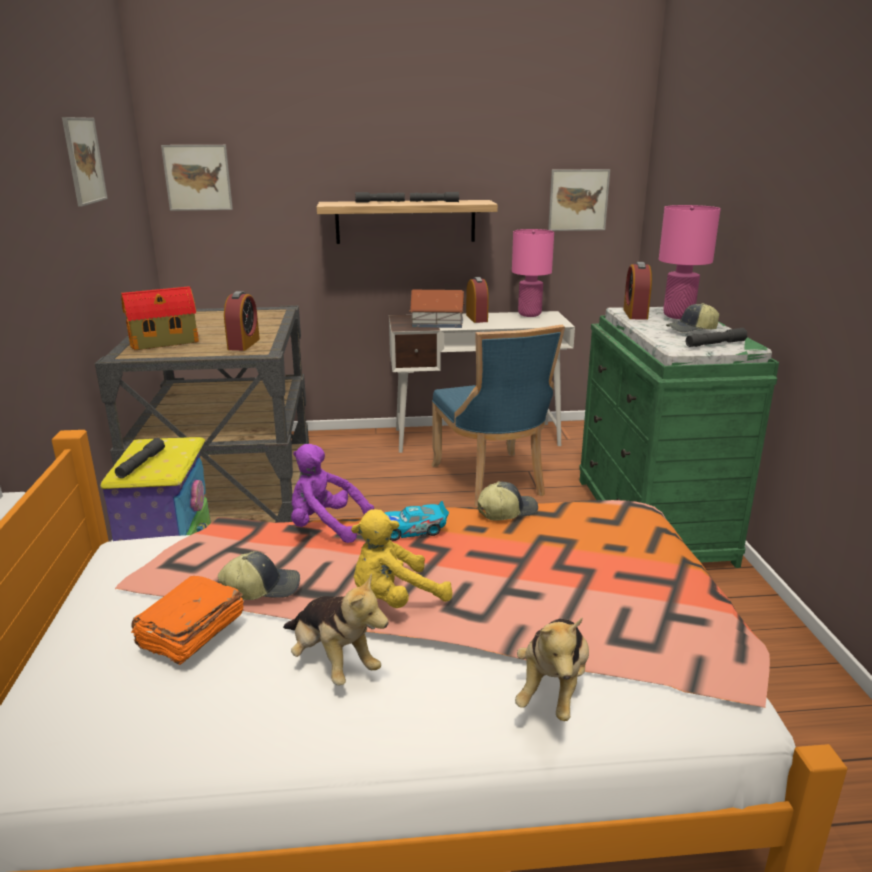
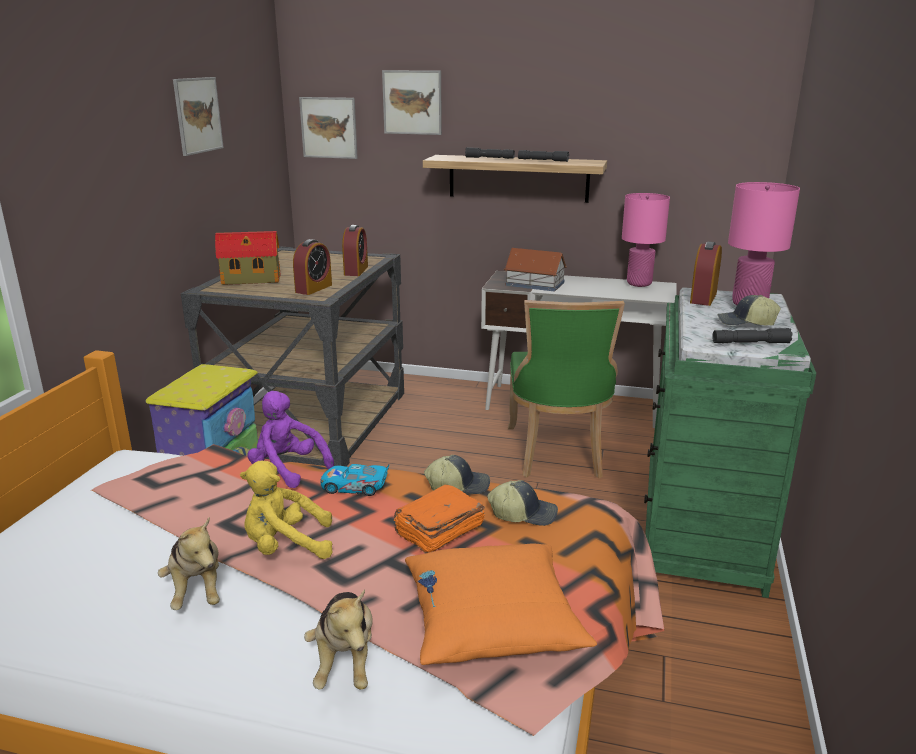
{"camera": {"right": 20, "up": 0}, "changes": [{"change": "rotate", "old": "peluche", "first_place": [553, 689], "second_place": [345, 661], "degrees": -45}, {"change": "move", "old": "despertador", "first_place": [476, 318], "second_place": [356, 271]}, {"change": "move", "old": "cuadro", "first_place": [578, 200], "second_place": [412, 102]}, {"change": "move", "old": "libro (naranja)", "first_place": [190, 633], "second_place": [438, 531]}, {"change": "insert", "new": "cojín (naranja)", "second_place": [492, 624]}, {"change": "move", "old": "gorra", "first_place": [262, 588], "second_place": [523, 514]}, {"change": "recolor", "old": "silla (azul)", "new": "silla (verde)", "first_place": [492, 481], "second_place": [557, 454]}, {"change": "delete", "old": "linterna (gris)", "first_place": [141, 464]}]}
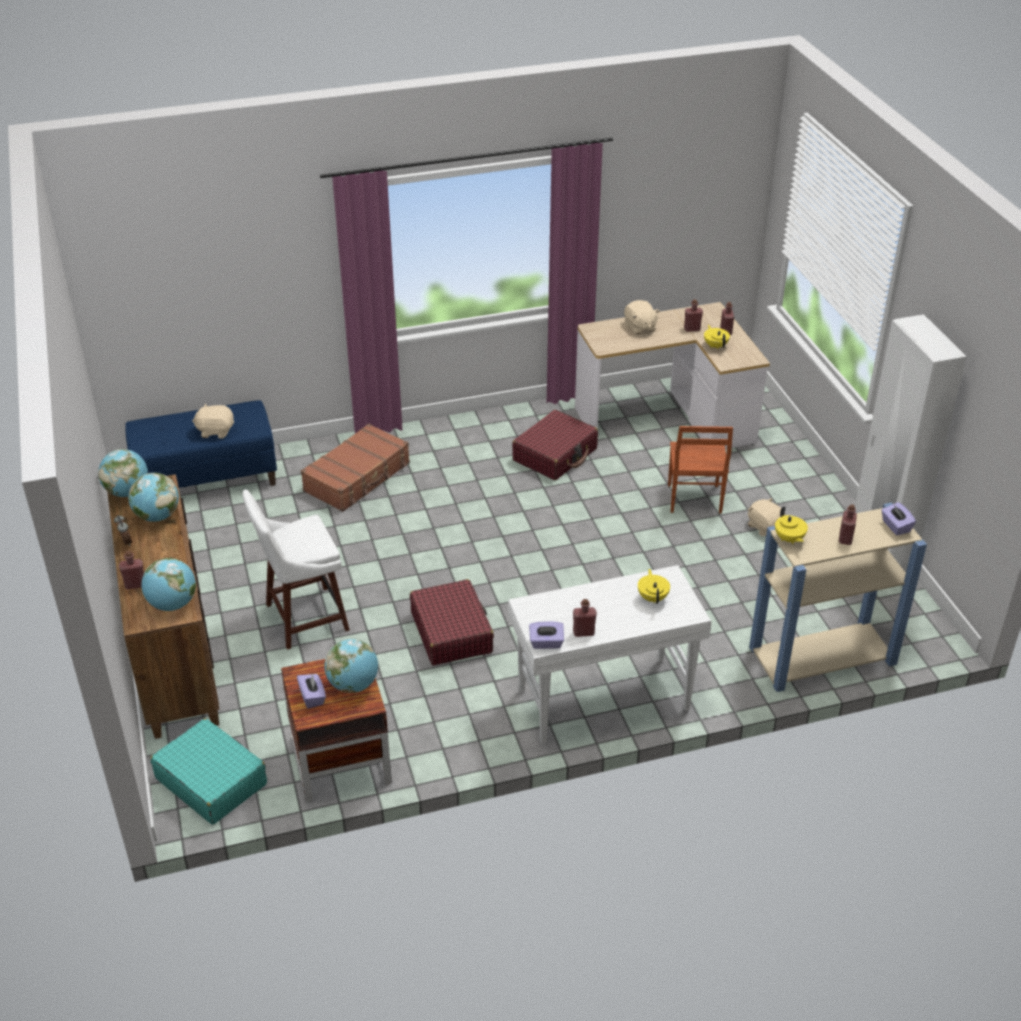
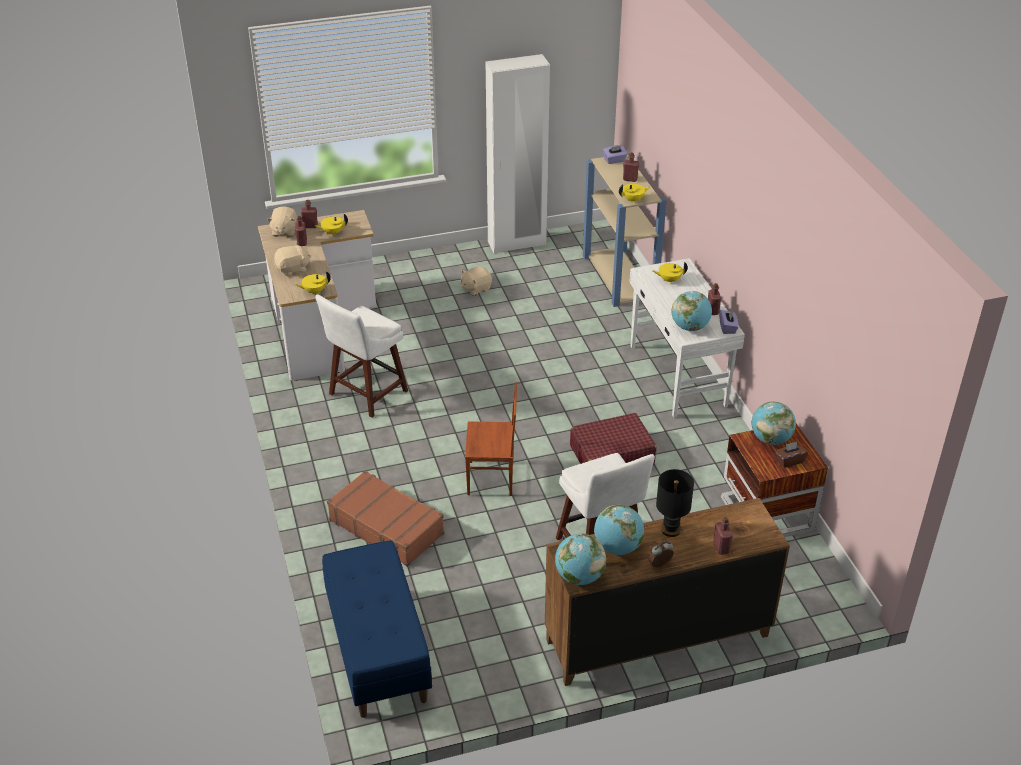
{"camera": {"right": -90, "up": 0}, "changes": [{"change": "move", "old": "peluche (beis)", "first_place": [216, 431], "second_place": [284, 231]}, {"change": "insert", "new": "tetera (amarillo)", "second_place": [314, 291]}, {"change": "replace", "old": "maleta (rojo)", "new": "silla (blanco)", "first_place": [555, 455], "second_place": [365, 394]}, {"change": "move", "old": "silla (marrón)", "first_place": [693, 499], "second_place": [491, 479]}, {"change": "insert", "new": "lámpara de mesa (negro)", "second_place": [671, 530]}, {"change": "move", "old": "globo terráqueo", "first_place": [172, 604], "second_place": [690, 327]}, {"change": "recolor", "old": "caja de pañuelos (morado)", "new": "caja de pañuelos (marrón)", "first_place": [312, 697], "second_place": [789, 461]}, {"change": "delete", "old": "maleta (turquesa)", "first_place": [211, 781]}]}
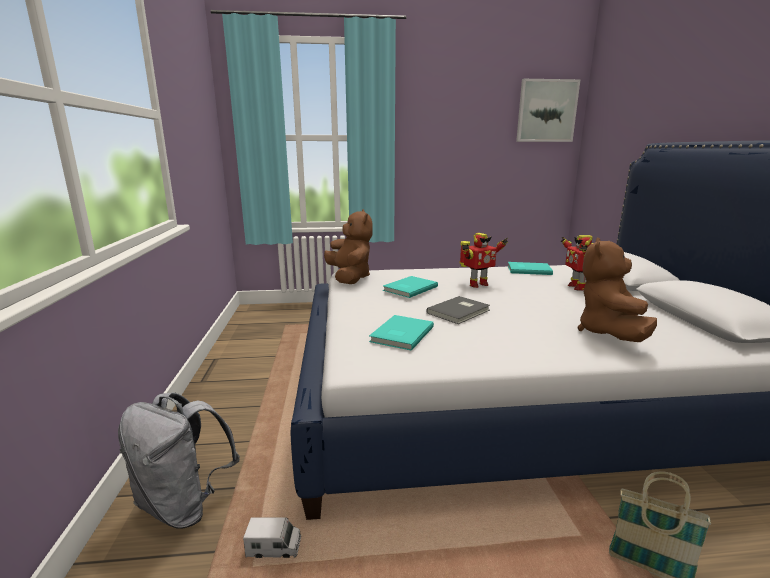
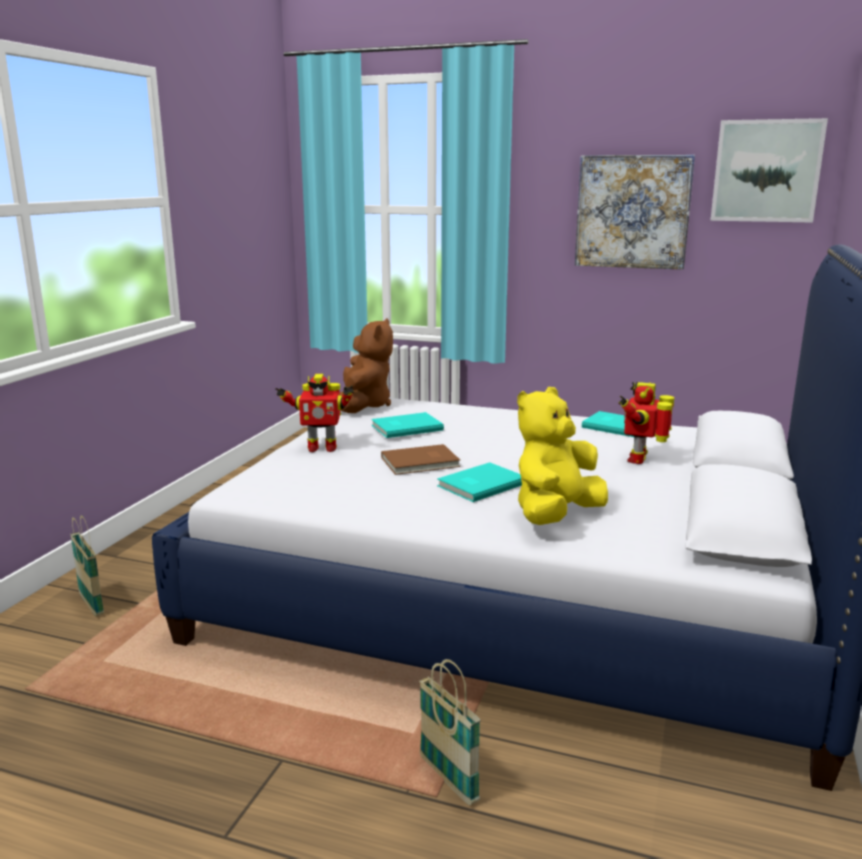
{"camera": {"right": 25, "up": 0}, "changes": [{"change": "replace", "old": "mochila (gris)", "new": "cesta", "first_place": [185, 504], "second_place": [91, 604]}, {"change": "move", "old": "robot de juguete", "first_place": [477, 284], "second_place": [321, 448]}, {"change": "recolor", "old": "libro (gris)", "new": "libro (marrón)", "first_place": [460, 312], "second_place": [421, 462]}, {"change": "move", "old": "libro (turquesa)", "first_place": [400, 334], "second_place": [479, 484]}, {"change": "recolor", "old": "peluche (marrón)", "new": "peluche (amarillo)", "first_place": [609, 333], "second_place": [556, 515]}, {"change": "insert", "new": "cuadro", "second_place": [632, 212]}, {"change": "delete", "old": "camión de juguete", "first_place": [274, 548]}]}
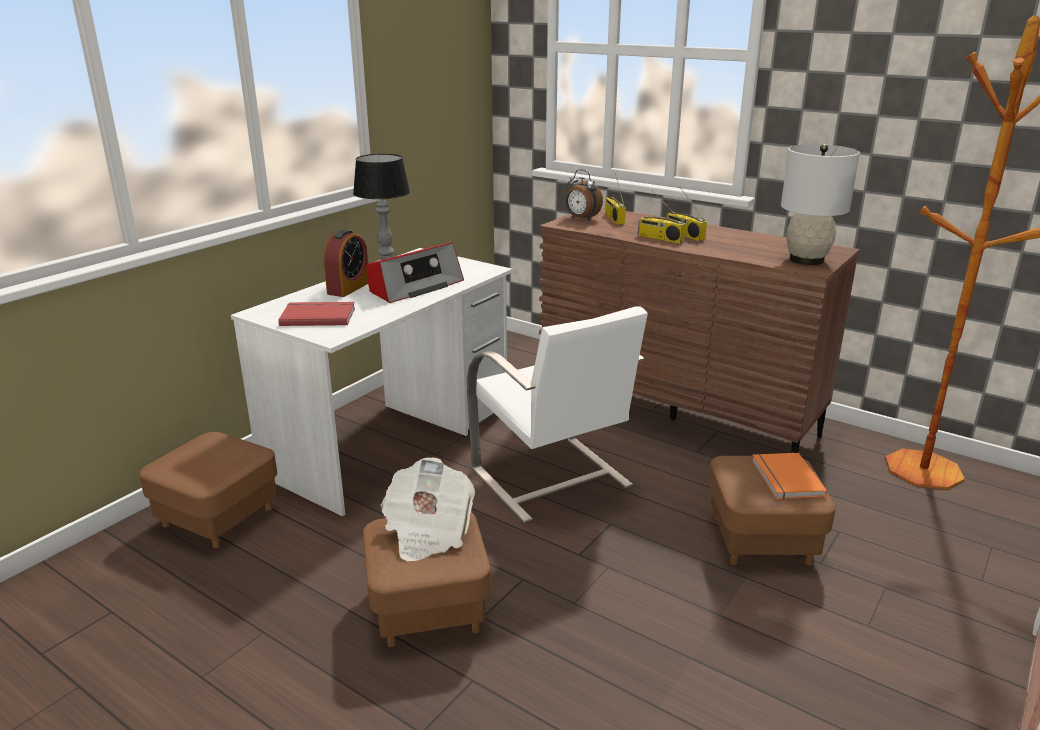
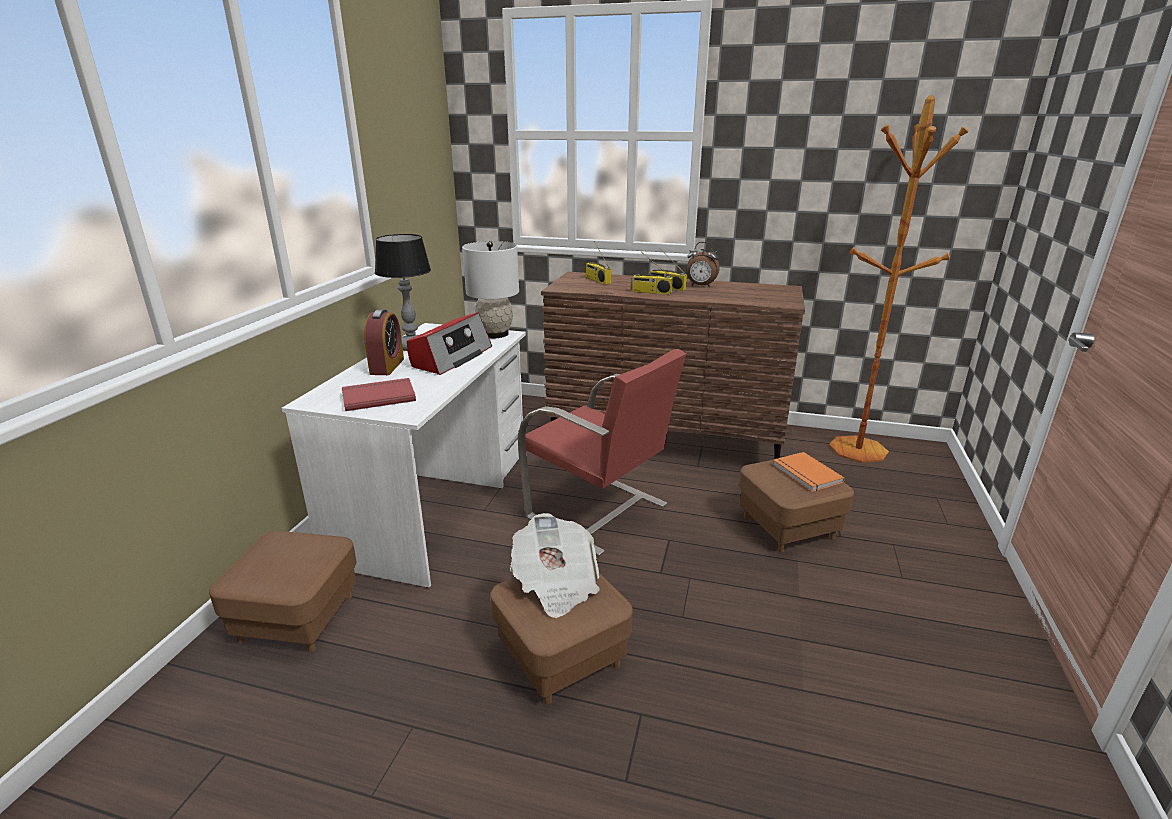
{"camera": {"right": -20, "up": 0}, "changes": [{"change": "move", "old": "lámpara de mesa (blanco)", "first_place": [806, 260], "second_place": [495, 334]}, {"change": "recolor", "old": "silla (blanco)", "new": "silla (rojo)", "first_place": [552, 479], "second_place": [599, 512]}, {"change": "move", "old": "despertador", "first_place": [581, 218], "second_place": [700, 286]}]}
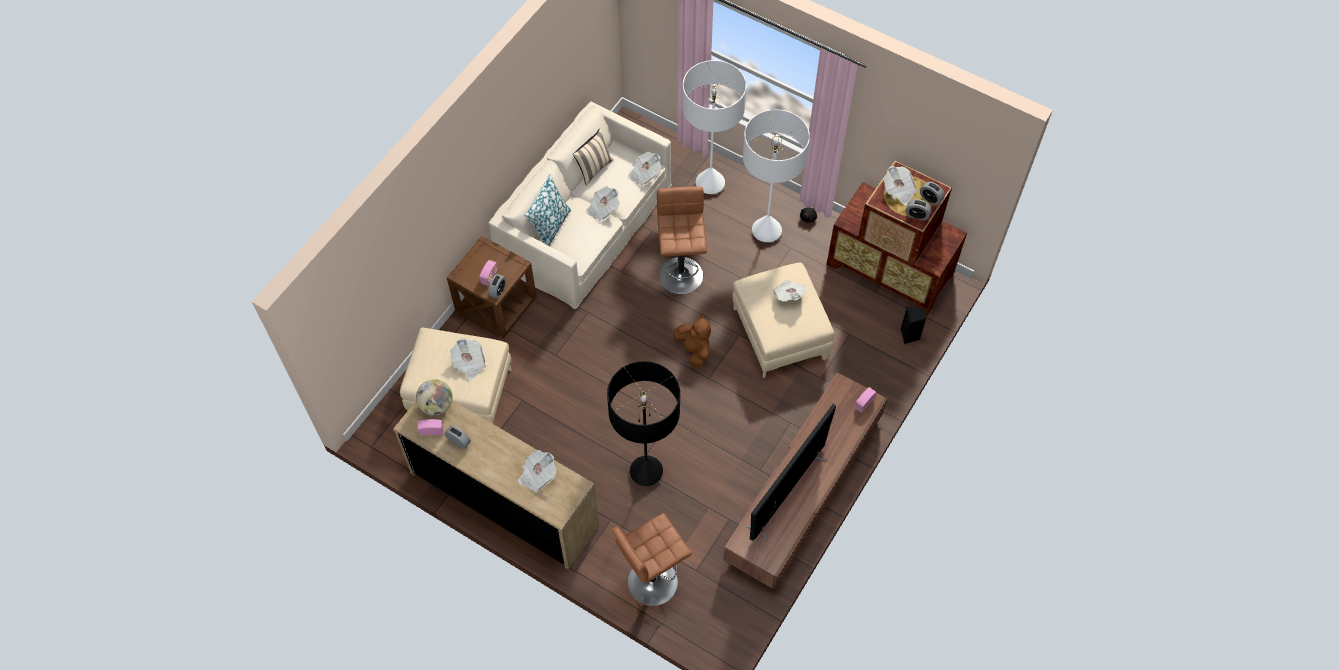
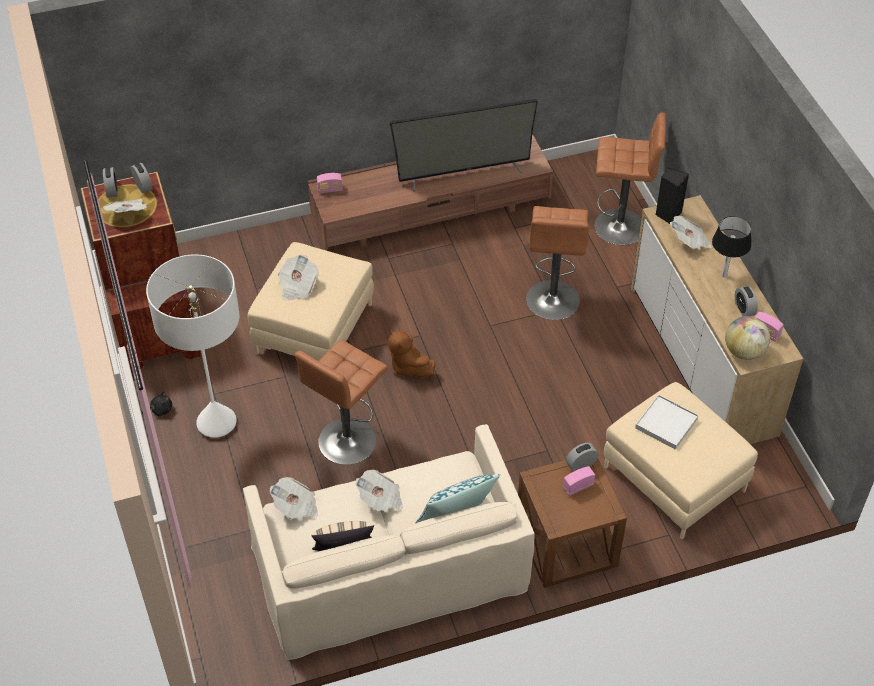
{"camera": {"right": -140, "up": -10}, "changes": [{"change": "rotate", "old": "peluche (marrón)", "first_place": [694, 350], "second_place": [408, 366], "degrees": -45}, {"change": "replace", "old": "lámpara de pie (negro)", "new": "taburete (marrón)", "first_place": [646, 472], "second_place": [552, 300]}, {"change": "replace", "old": "periódico", "new": "bandeja (blanco)", "first_place": [469, 363], "second_place": [666, 423]}, {"change": "move", "old": "altavoz (negro)", "first_place": [910, 336], "second_place": [668, 214]}, {"change": "insert", "new": "lámpara de mesa (negro)", "second_place": [724, 276]}, {"change": "delete", "old": "lámpara de pie (blanco)", "first_place": [710, 184]}]}
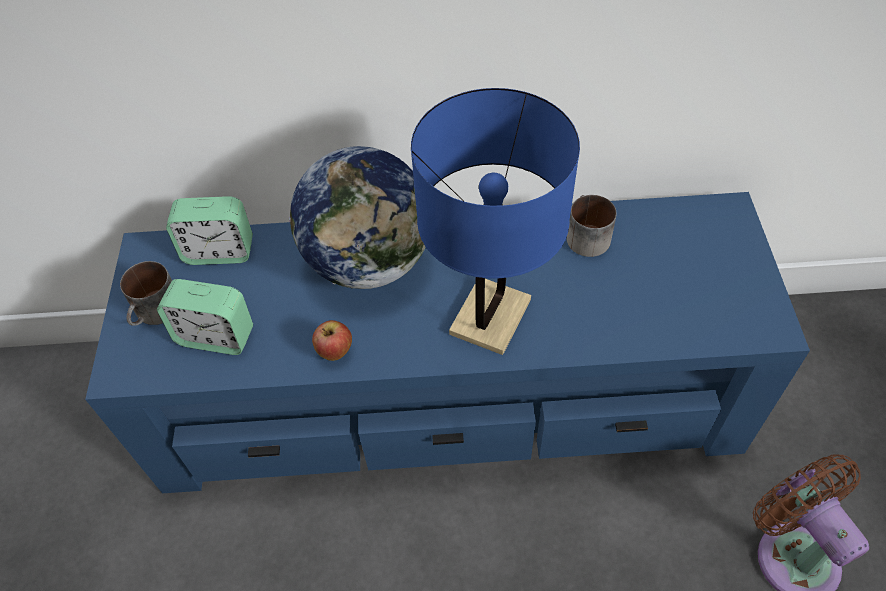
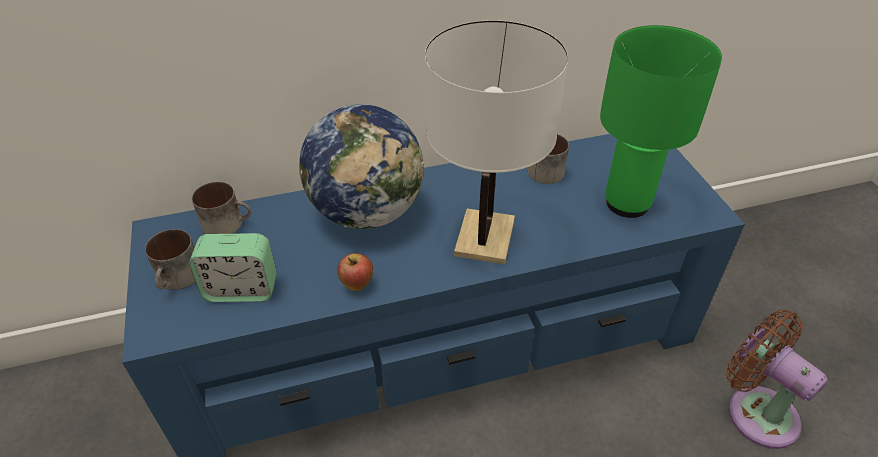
{"camera": {"right": -15, "up": -10}, "changes": [{"change": "replace", "old": "despertador", "new": "taza grande", "first_place": [219, 251], "second_place": [228, 223]}, {"change": "recolor", "old": "lámpara de mesa (azul)", "new": "lámpara de mesa (blanco)", "first_place": [490, 316], "second_place": [484, 237]}, {"change": "insert", "new": "lámpara de mesa (verde)", "second_place": [627, 202]}]}
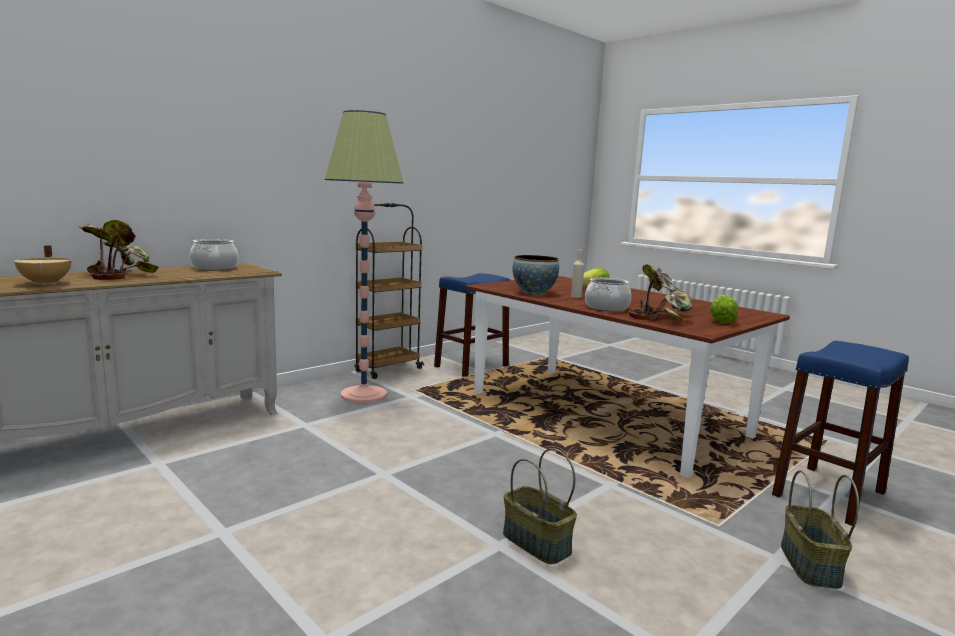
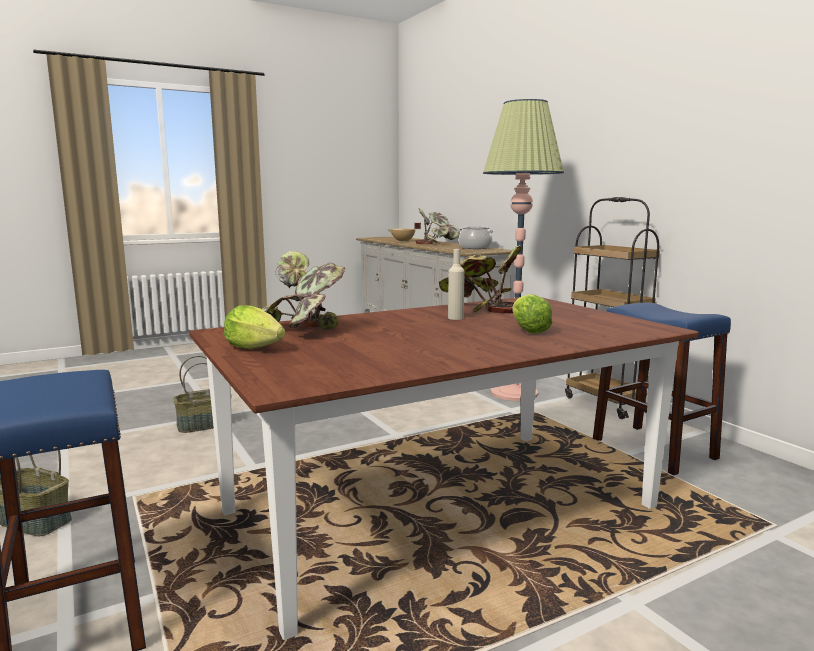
{"camera": {"right": 105, "up": 0}, "changes": [{"change": "replace", "old": "cuenco", "new": "planta en maceta", "first_place": [534, 292], "second_place": [482, 308]}, {"change": "delete", "old": "olla", "first_place": [607, 307]}]}
